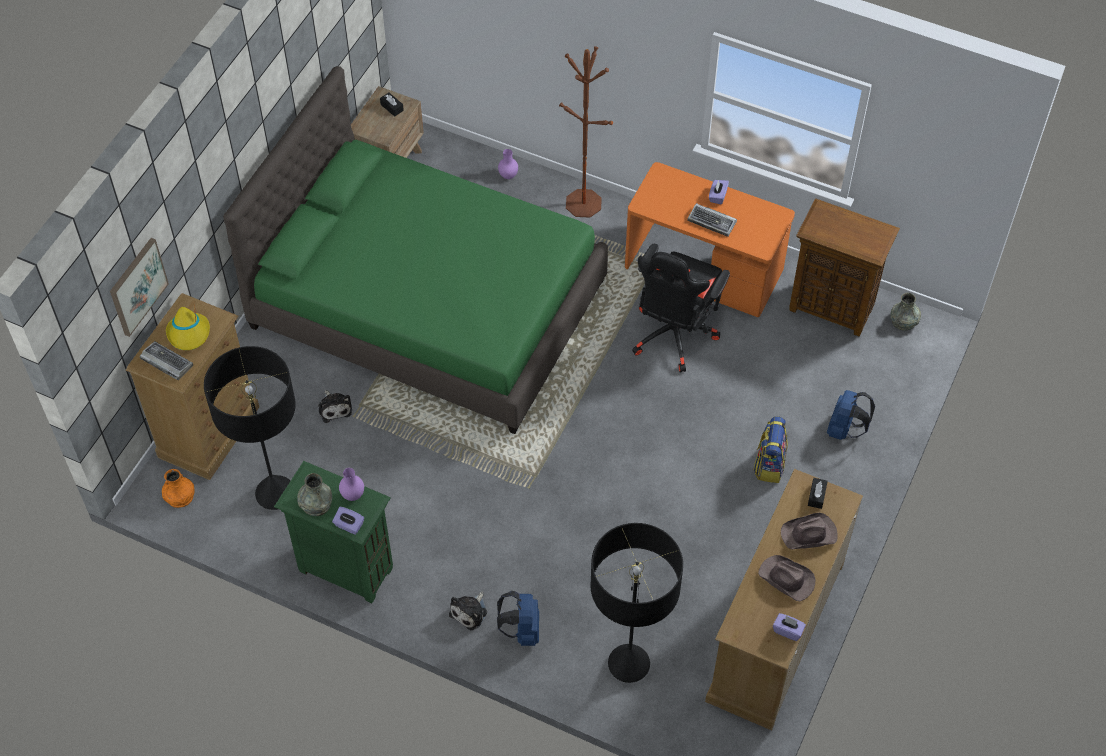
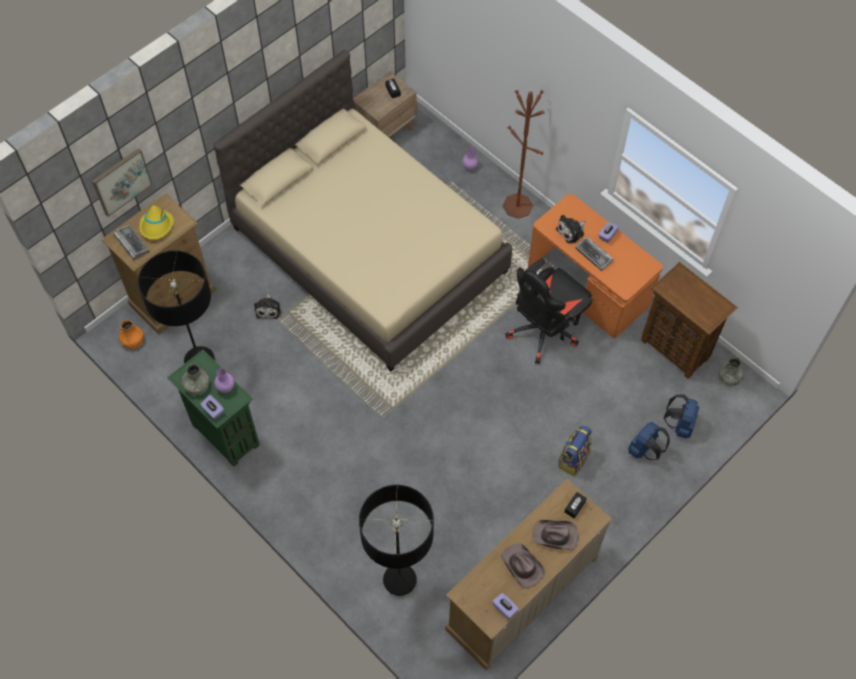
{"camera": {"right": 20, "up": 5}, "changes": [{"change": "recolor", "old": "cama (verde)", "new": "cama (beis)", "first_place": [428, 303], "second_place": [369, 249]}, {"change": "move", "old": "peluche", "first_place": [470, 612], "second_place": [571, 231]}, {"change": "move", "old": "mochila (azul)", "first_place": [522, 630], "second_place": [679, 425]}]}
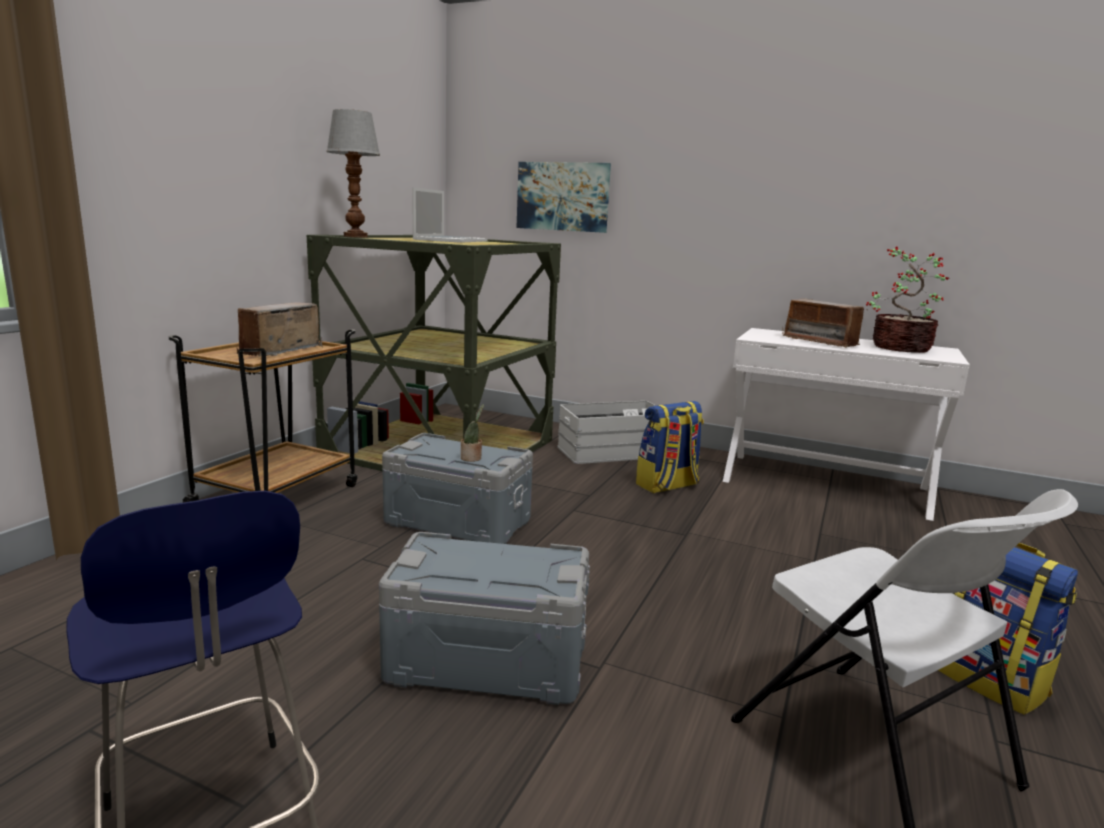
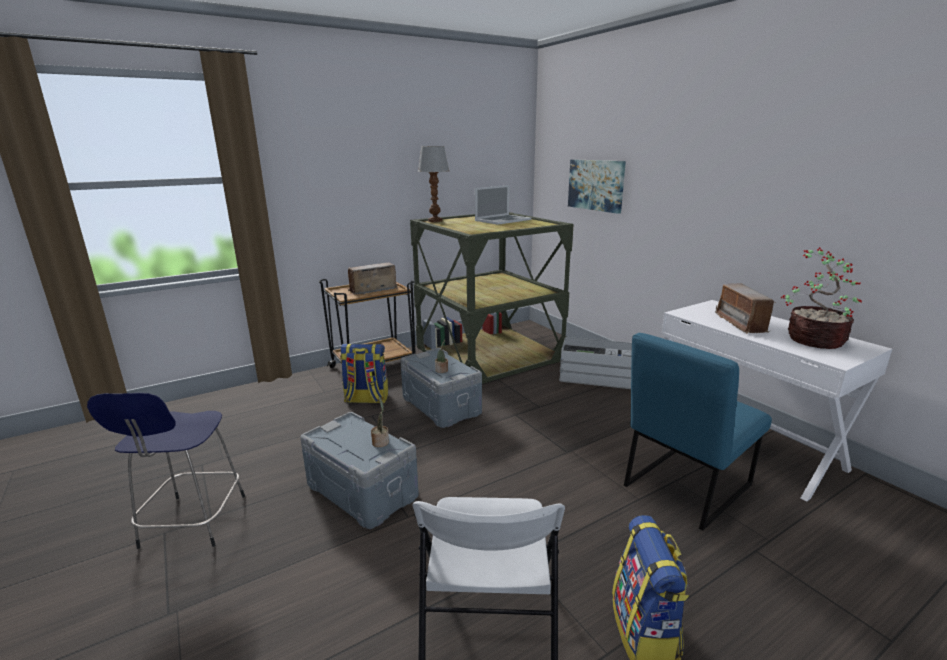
{"camera": {"right": 35, "up": 5}, "changes": [{"change": "move", "old": "mochila", "first_place": [667, 486], "second_place": [366, 399]}, {"change": "insert", "new": "planta en maceta", "second_place": [381, 442]}, {"change": "insert", "new": "silla (azul)", "second_place": [684, 486]}]}
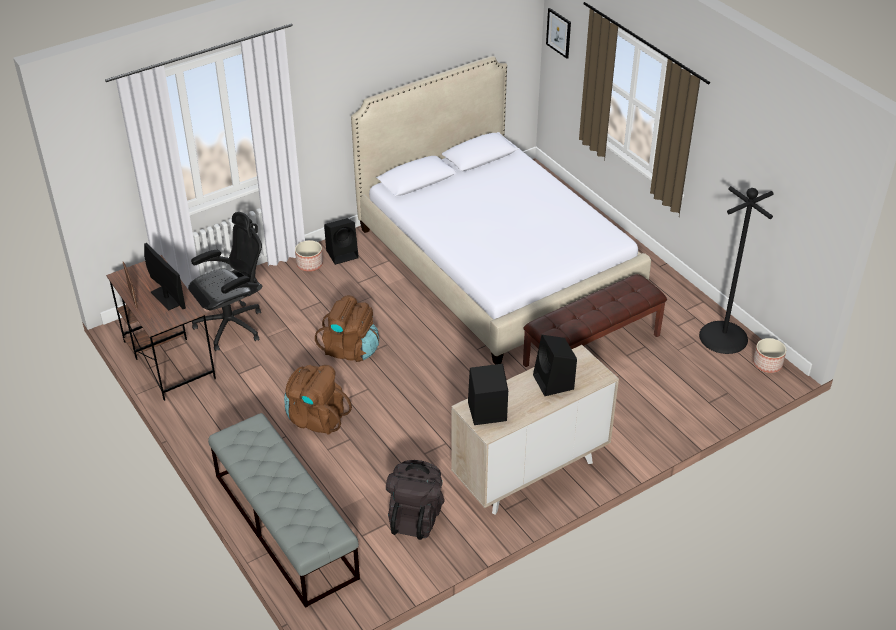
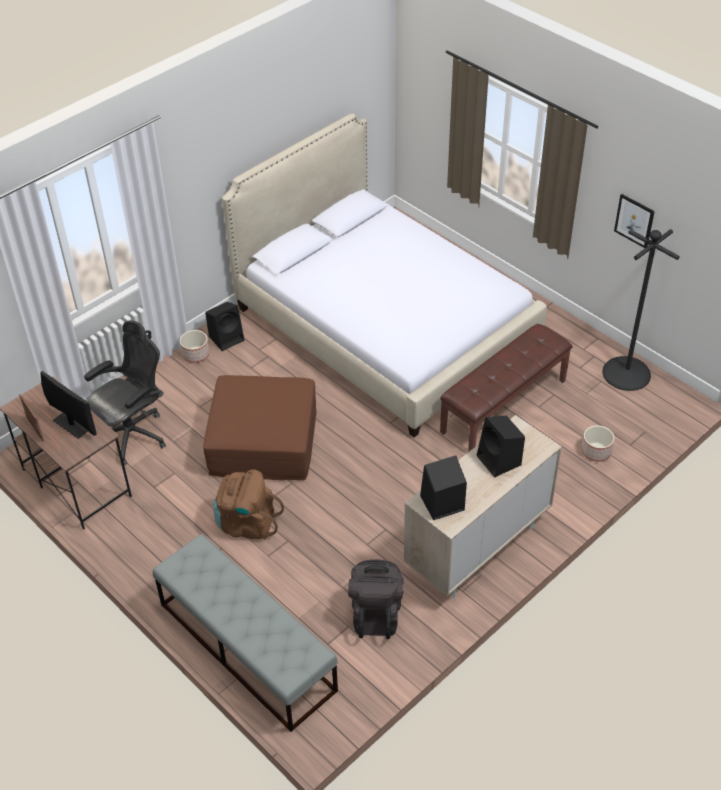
{"camera": {"right": -10, "up": 5}, "changes": [{"change": "replace", "old": "mochila (marrón)", "new": "puf (marrón)", "first_place": [350, 349], "second_place": [262, 442]}, {"change": "move", "old": "maceta", "first_place": [767, 364], "second_place": [596, 452]}, {"change": "move", "old": "cuadro", "first_place": [559, 33], "second_place": [634, 220]}]}
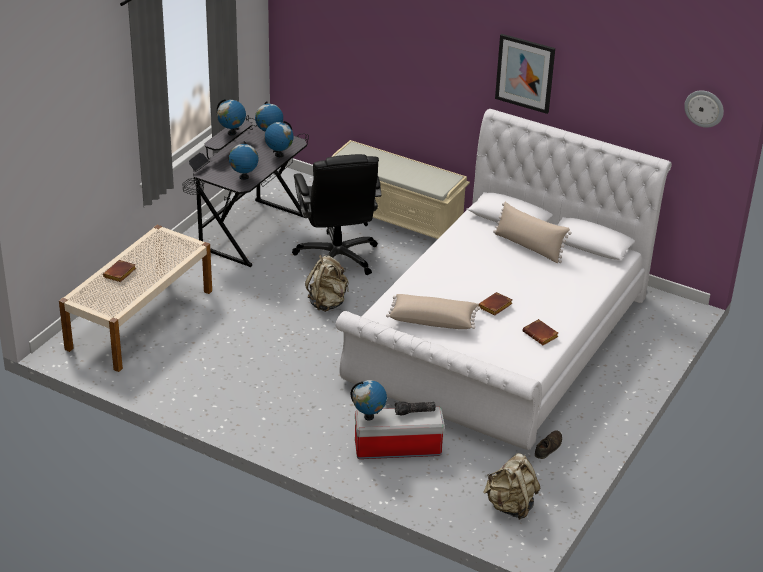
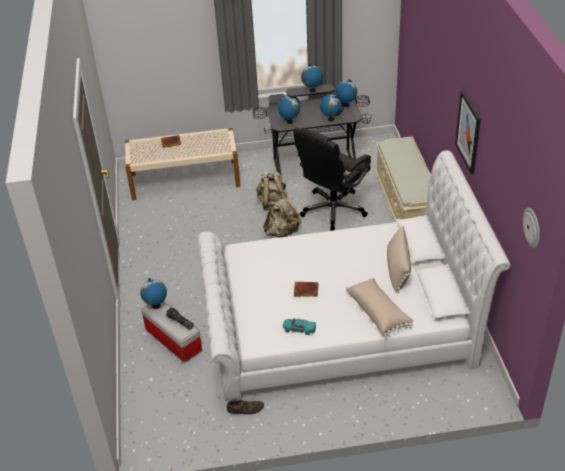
{"camera": {"right": 55, "up": 5}, "changes": [{"change": "move", "old": "mochila (beis)", "first_place": [510, 506], "second_place": [272, 203]}, {"change": "replace", "old": "libro (marrón)", "new": "coche de juguete (turquesa)", "first_place": [541, 335], "second_place": [299, 329]}, {"change": "move", "old": "cojín (beis)", "first_place": [433, 320], "second_place": [378, 312]}]}
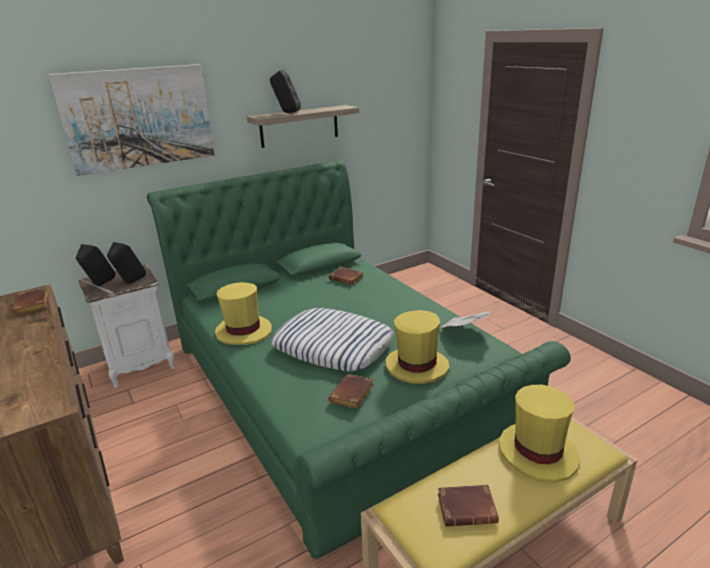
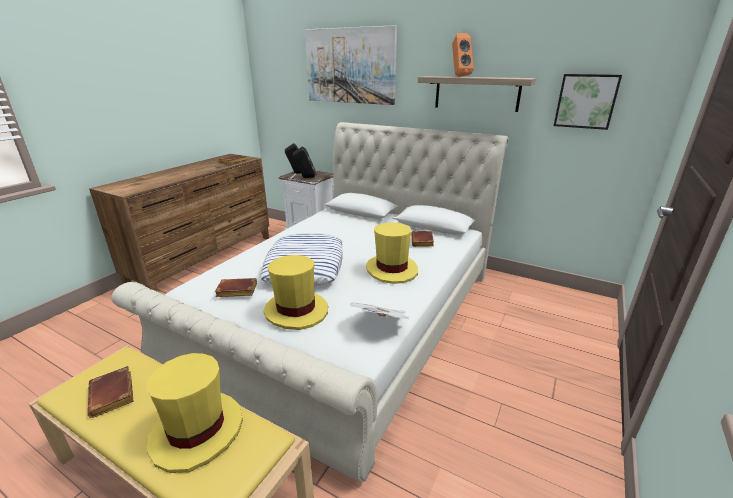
{"camera": {"right": 60, "up": 0}, "changes": [{"change": "recolor", "old": "cama (verde)", "new": "cama (beis)", "first_place": [337, 384], "second_place": [348, 314]}, {"change": "move", "old": "sombrero (amarillo)", "first_place": [243, 331], "second_place": [392, 270]}, {"change": "recolor", "old": "altavoz (negro)", "new": "altavoz (naranja)", "first_place": [286, 113], "second_place": [458, 76]}, {"change": "insert", "new": "cuadro", "second_place": [586, 101]}]}
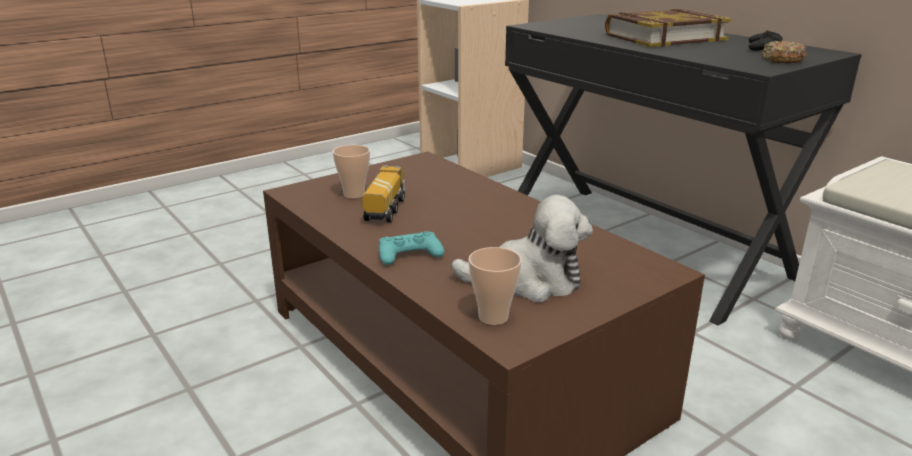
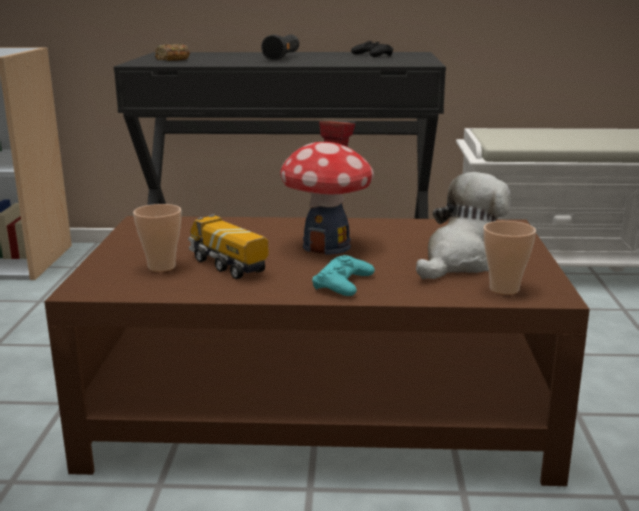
{"camera": {"right": -50, "up": -5}, "changes": [{"change": "move", "old": "rosquilla", "first_place": [782, 60], "second_place": [173, 59]}, {"change": "replace", "old": "libro", "new": "linterna (negro)", "first_place": [664, 37], "second_place": [282, 58]}, {"change": "insert", "new": "casita", "second_place": [327, 246]}]}
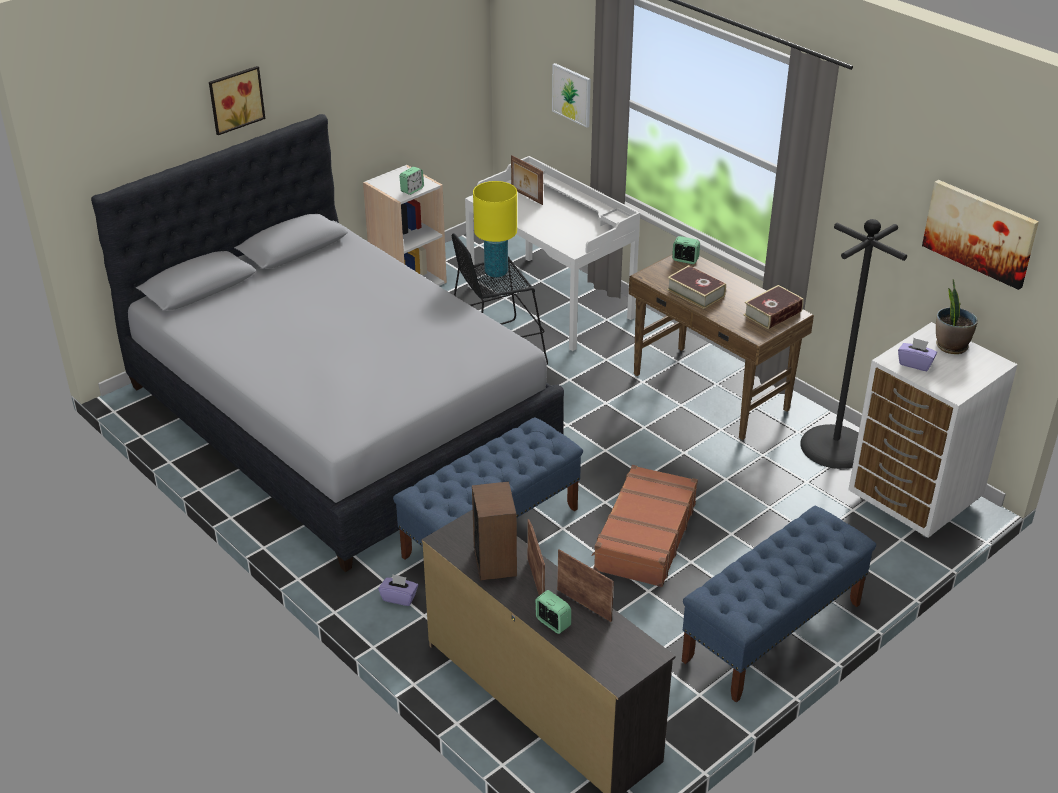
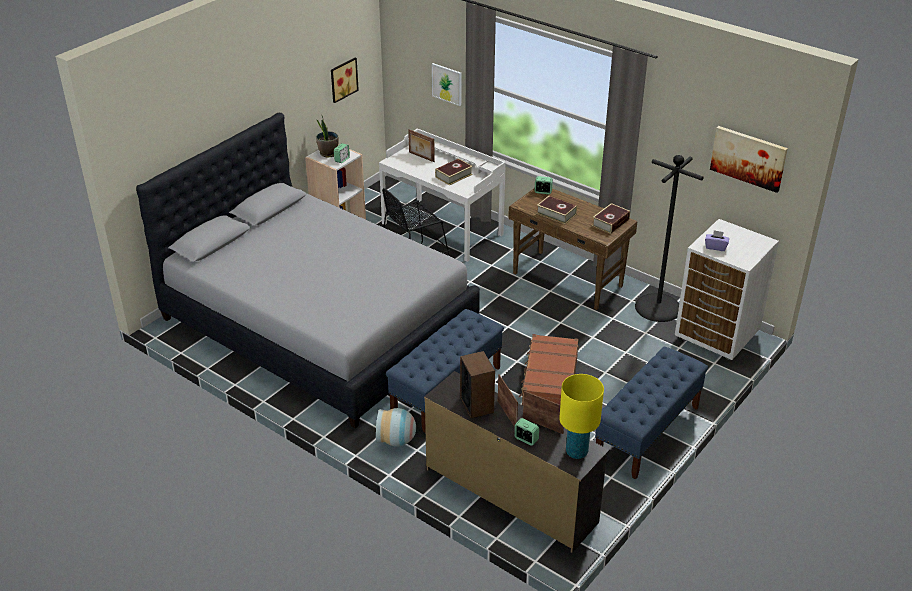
{"camera": {"right": -10, "up": 0}, "changes": [{"change": "move", "old": "planta en maceta", "first_place": [950, 346], "second_place": [328, 153]}, {"change": "move", "old": "cuadro", "first_place": [235, 99], "second_place": [342, 79]}, {"change": "replace", "old": "caja de pañuelos (morado)", "new": "florero", "first_place": [399, 597], "second_place": [397, 440]}, {"change": "insert", "new": "libro", "second_place": [453, 175]}, {"change": "move", "old": "lámpara de mesa (amarillo)", "first_place": [496, 272], "second_place": [576, 452]}]}
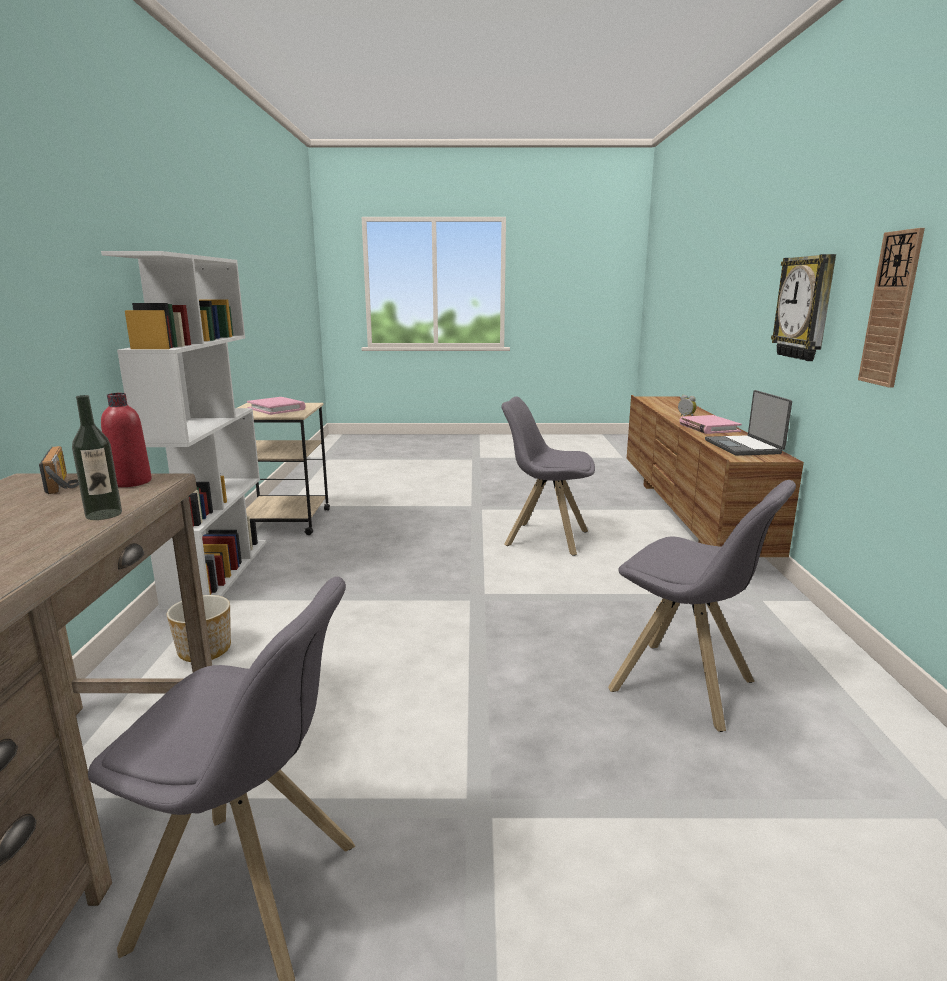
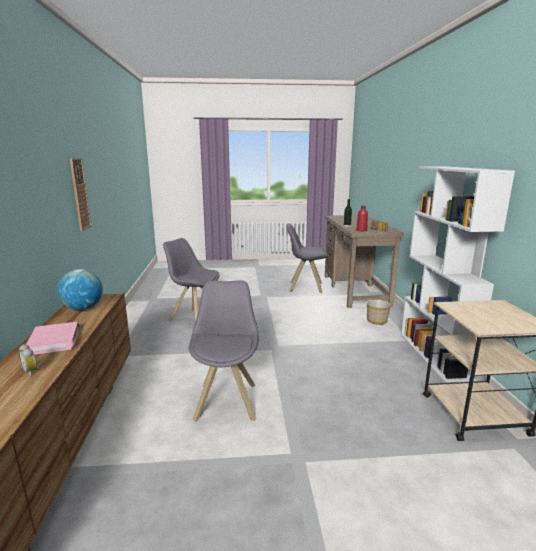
{"camera": {"right": 175, "up": 0}, "changes": [{"change": "replace", "old": "portátil", "new": "globo terráqueo", "first_place": [744, 447], "second_place": [83, 308]}, {"change": "rotate", "old": "silla (gris)", "first_place": [546, 538], "second_place": [227, 401], "degrees": -105}, {"change": "delete", "old": "libro (rosa)", "first_place": [277, 409]}, {"change": "delete", "old": "reloj de pared", "first_place": [805, 308]}]}
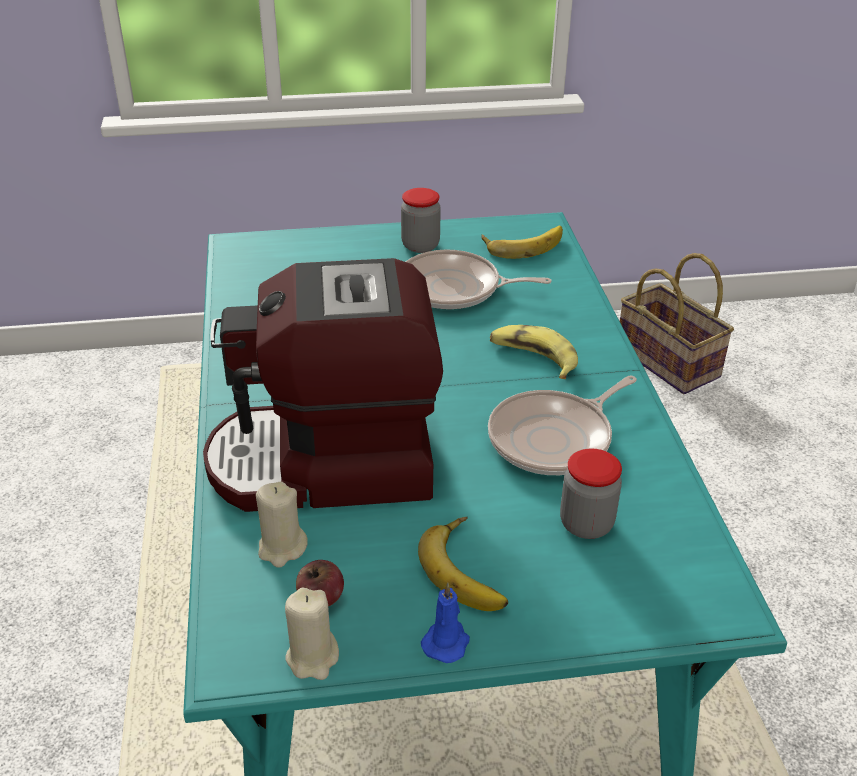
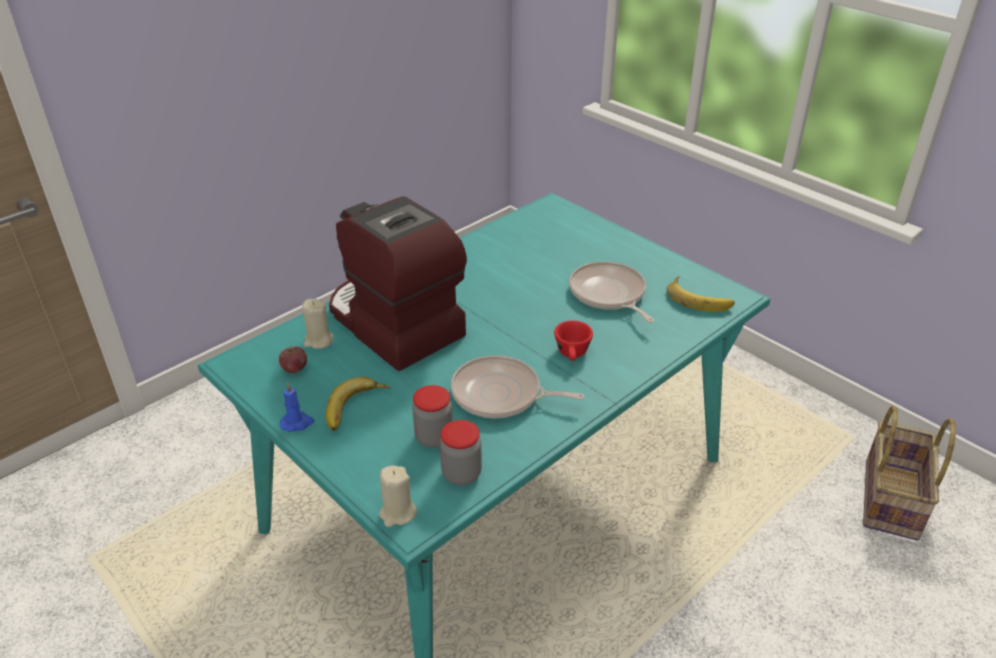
{"camera": {"right": 55, "up": 0}, "changes": [{"change": "move", "old": "vela (beis)", "first_place": [312, 658], "second_place": [397, 513]}, {"change": "move", "old": "tarro", "first_place": [420, 245], "second_place": [461, 474]}, {"change": "replace", "old": "plátano", "new": "taza (rojo)", "first_place": [533, 358], "second_place": [573, 354]}]}
